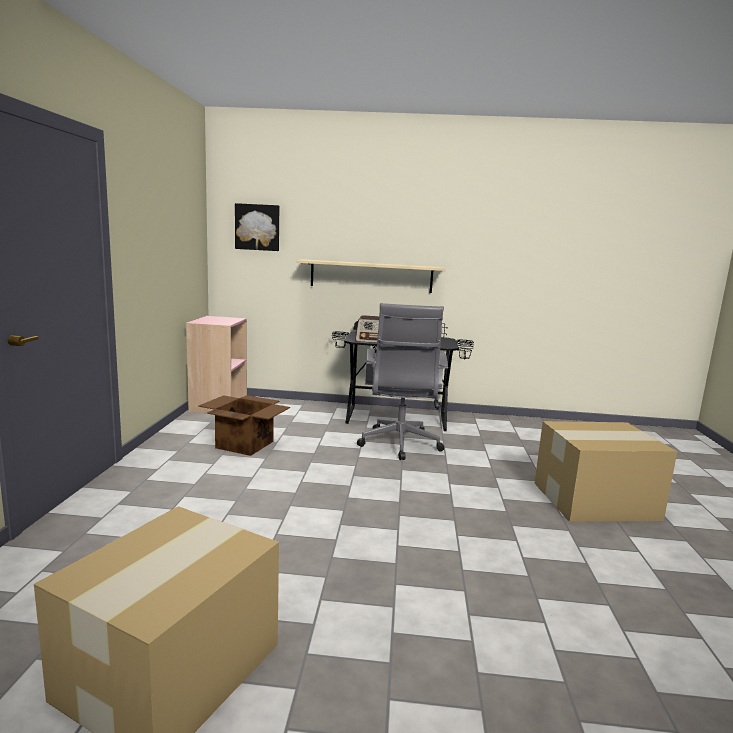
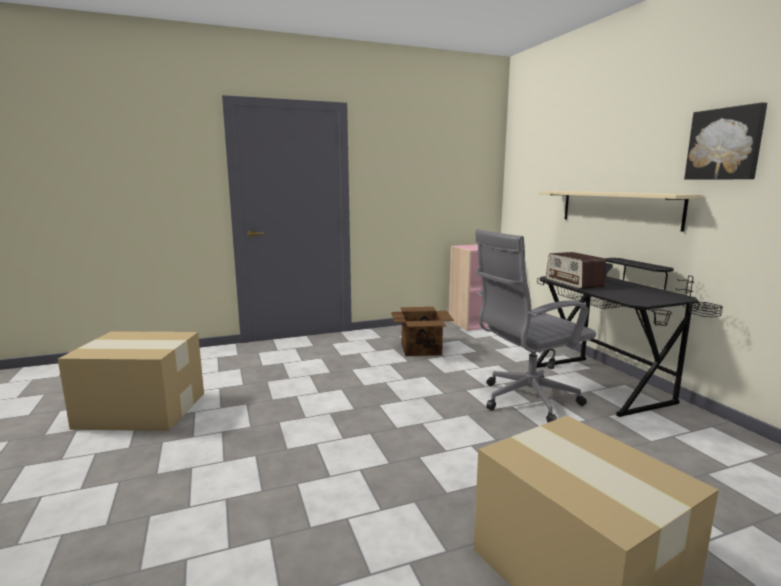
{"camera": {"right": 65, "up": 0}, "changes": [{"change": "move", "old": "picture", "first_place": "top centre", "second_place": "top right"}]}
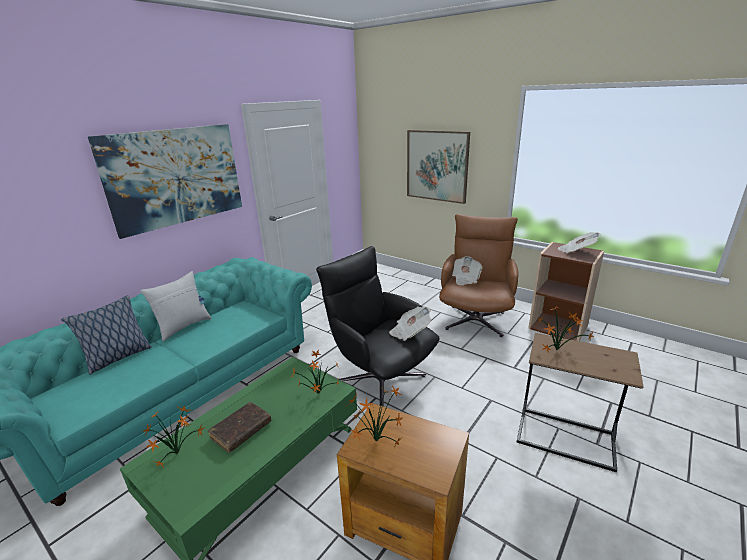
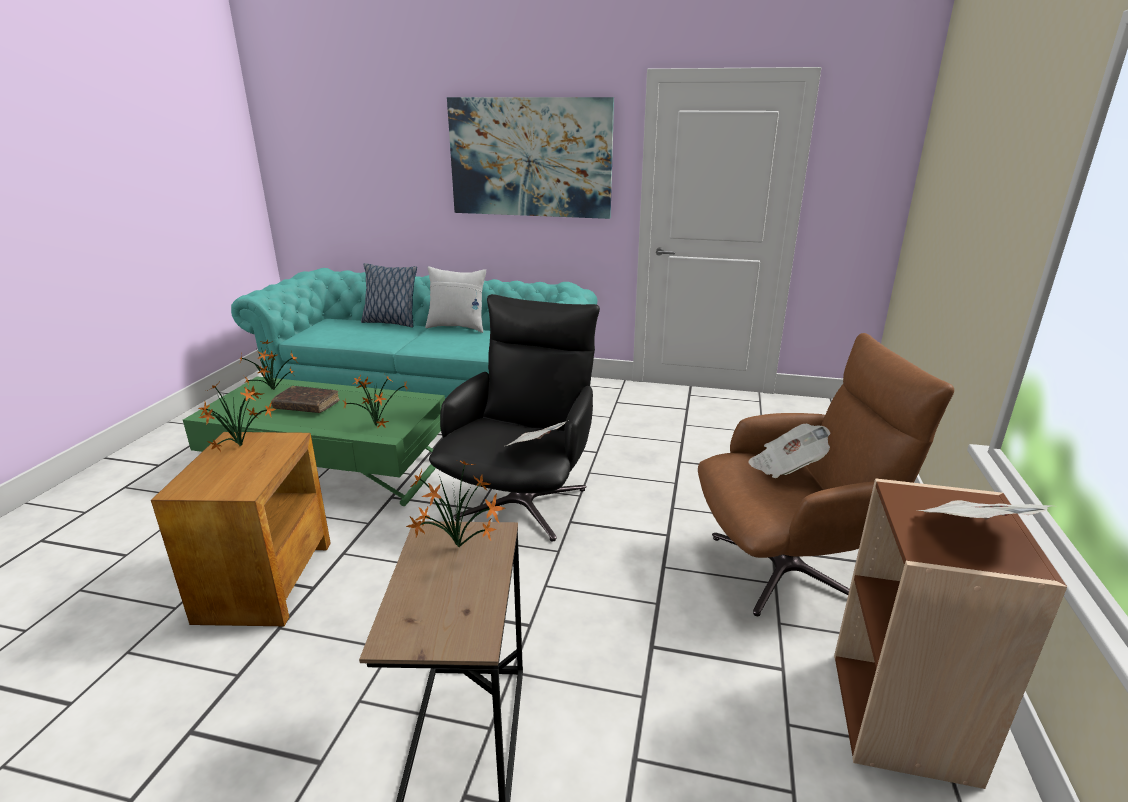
{"camera": {"right": 65, "up": 0}, "changes": [{"change": "delete", "old": "picture (2nd from left)", "first_place": "top centre"}]}
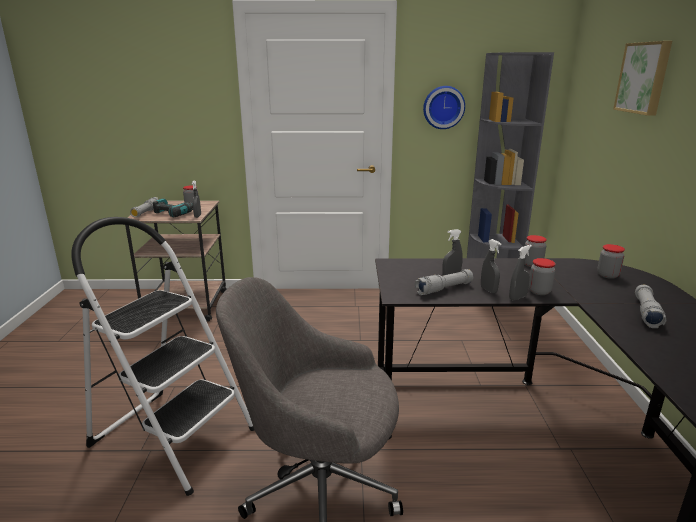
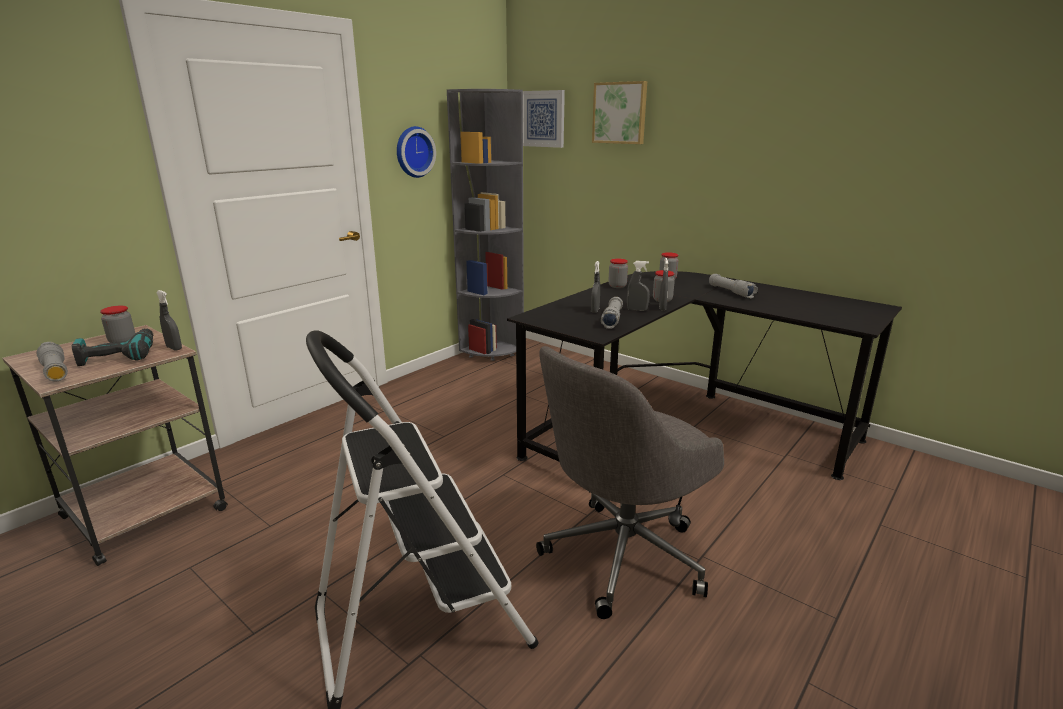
{"camera": {"right": -50, "up": 0}, "changes": [{"change": "insert", "new": "picture (1st from left)", "second_place": "top centre"}]}
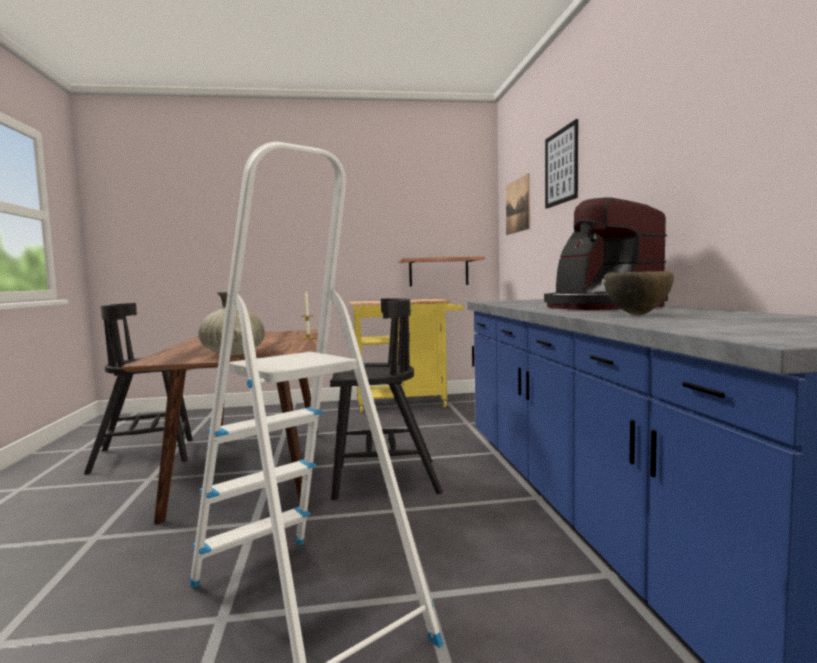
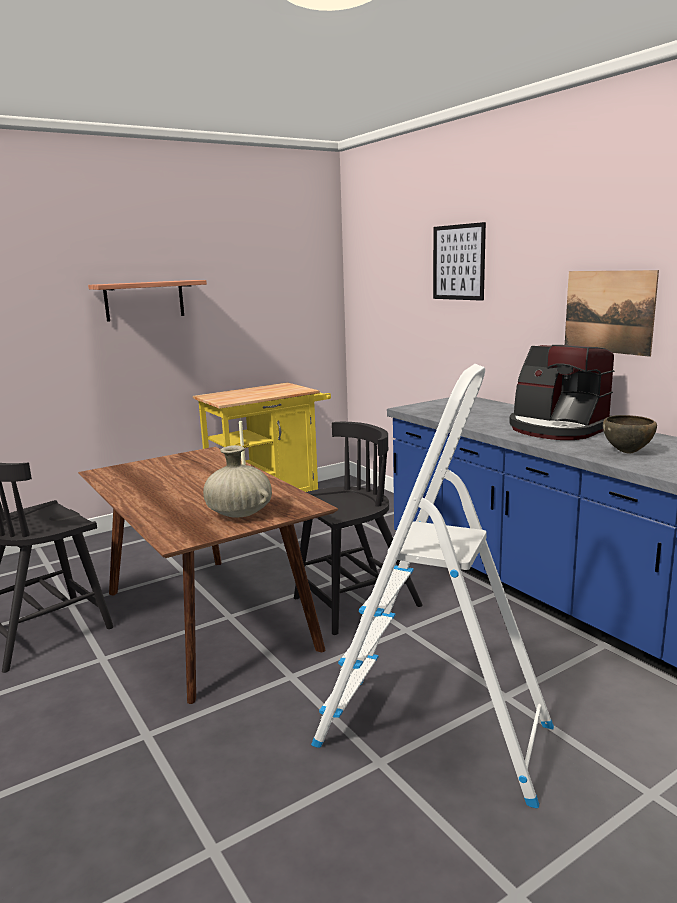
{"camera": {"right": -25, "up": 10}, "changes": [{"change": "move", "old": "bracket_shelf", "first_place": "centre", "second_place": "middle left"}, {"change": "move", "old": "picture (1st from left in the first image)", "new": "picture (2nd from left)", "first_place": "top centre", "second_place": "middle right"}]}
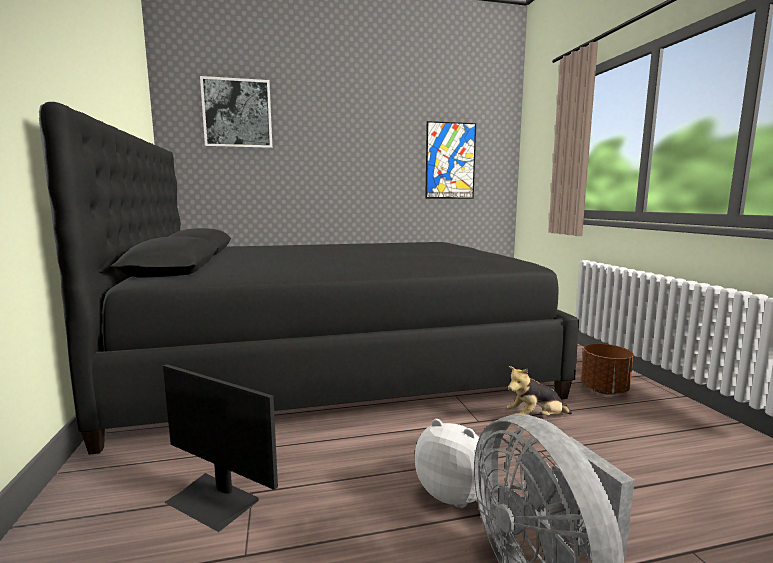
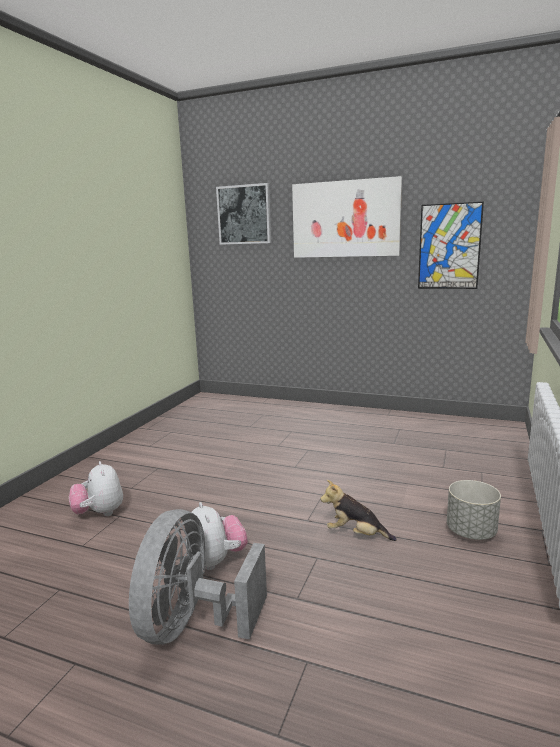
{"camera": {"right": 35, "up": 5}, "changes": [{"change": "delete", "old": "black-coloured_sleeping_bed", "first_place": "centre"}, {"change": "insert", "new": "picture (2nd from left)", "second_place": "top centre"}, {"change": "replace", "old": "monitor", "new": "cuddly_toy (1st from left)", "first_place": "bottom left", "second_place": "middle left"}, {"change": "recolor", "old": "brownish_planter", "new": "gray_planter", "first_place": "middle right", "second_place": "bottom right"}]}
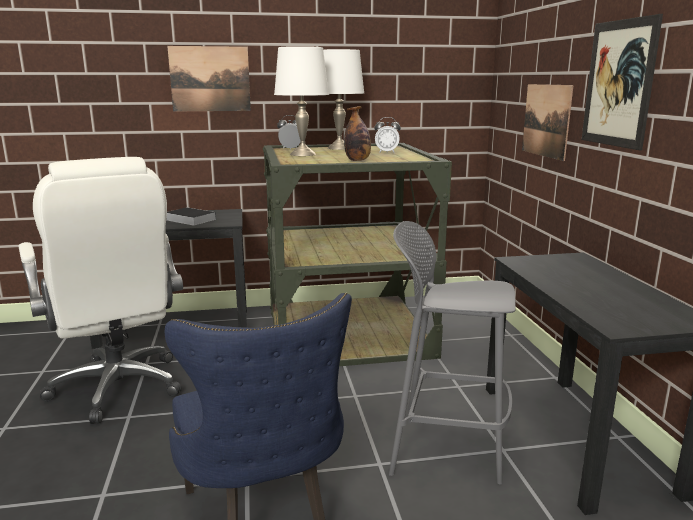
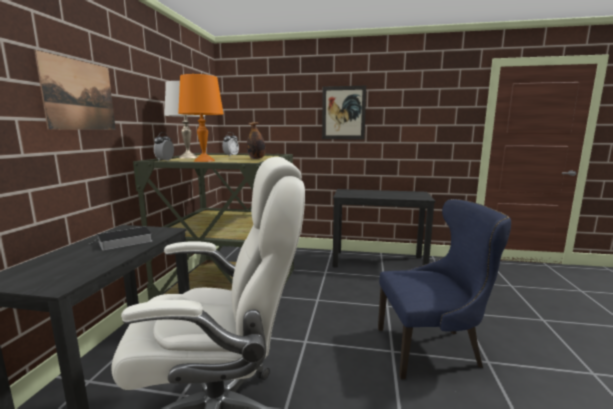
{"camera": {"right": -70, "up": -5}, "changes": [{"change": "delete", "old": "gray_stool", "first_place": "bottom centre"}, {"change": "delete", "old": "picture (2nd from left)", "first_place": "top right"}, {"change": "recolor", "old": "white-coloured_table_lamp (1st from left)", "new": "orange-coloured_table_lamp", "first_place": "top centre", "second_place": "top left"}]}
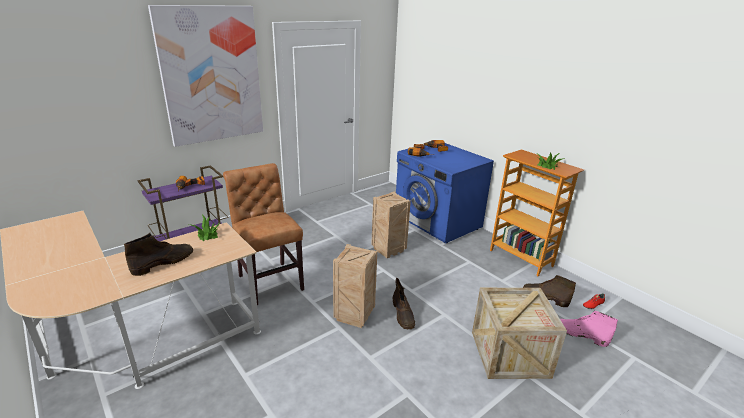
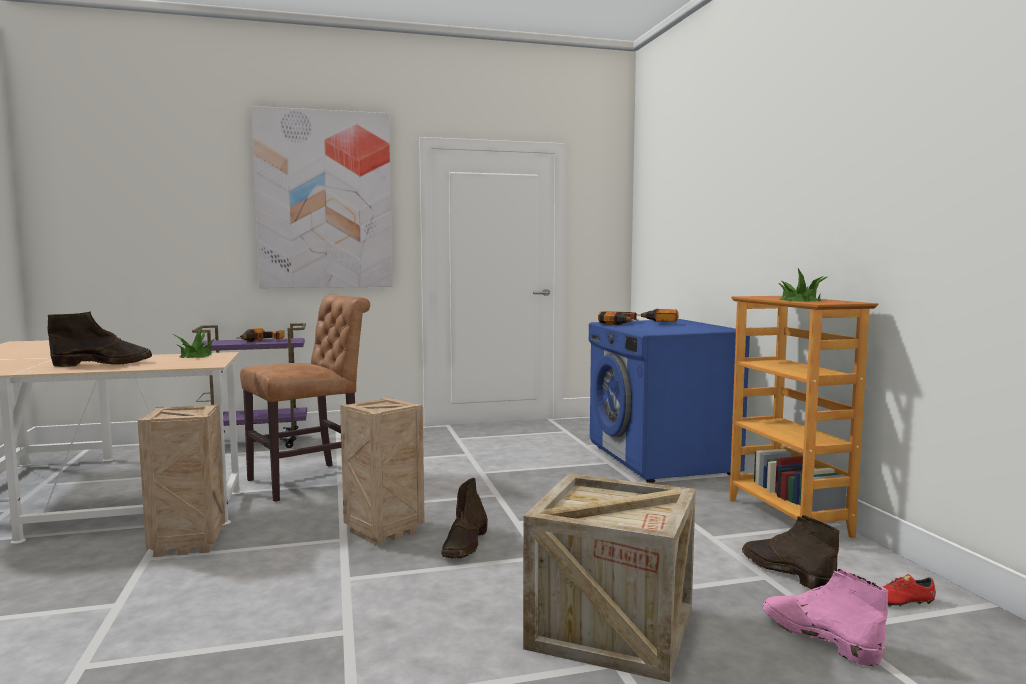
{"camera": {"right": 25, "up": -20}, "changes": [{"change": "move", "old": "crate (2nd from left in the first image)", "new": "crate (1st from left)", "first_place": "centre", "second_place": "bottom left"}, {"change": "rotate", "old": "brownish_upright_chair", "first_place": "centre", "second_place": "middle left", "degrees": 60}]}
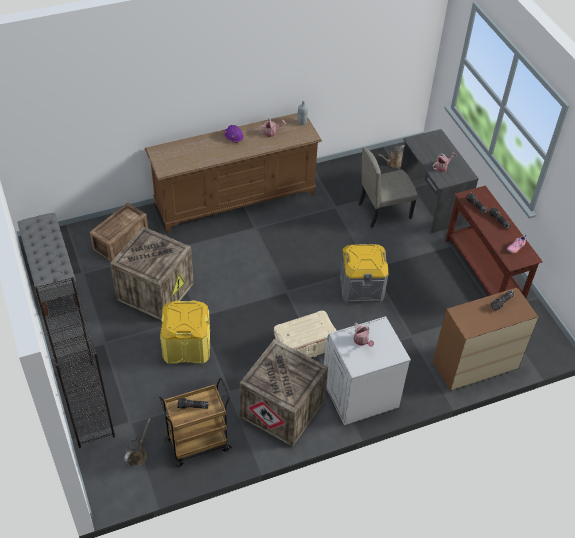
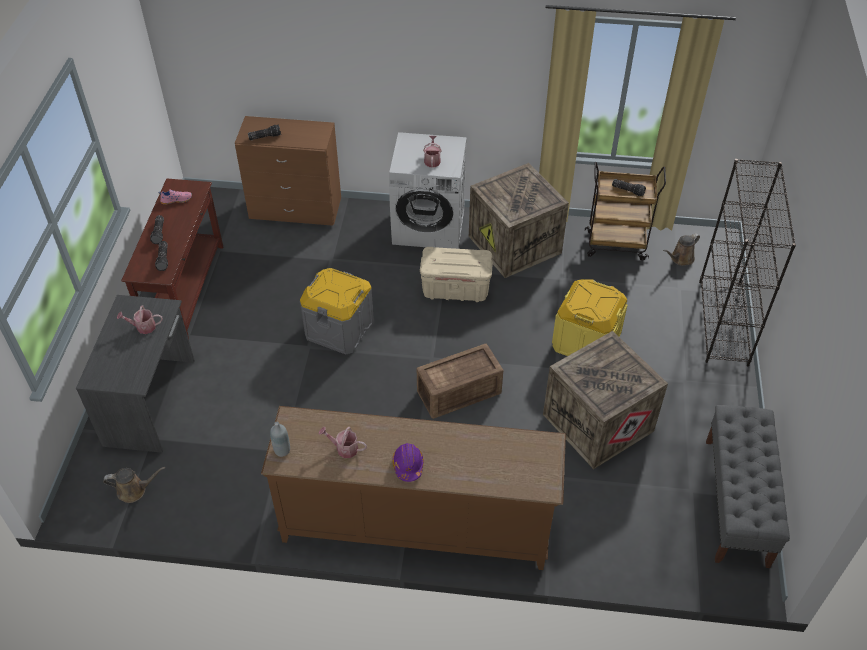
{"camera": {"right": -150, "up": 0}, "changes": [{"change": "delete", "old": "beige_upright_chair", "first_place": "middle right"}, {"change": "move", "old": "crate (1st from left)", "first_place": "middle left", "second_place": "centre"}]}
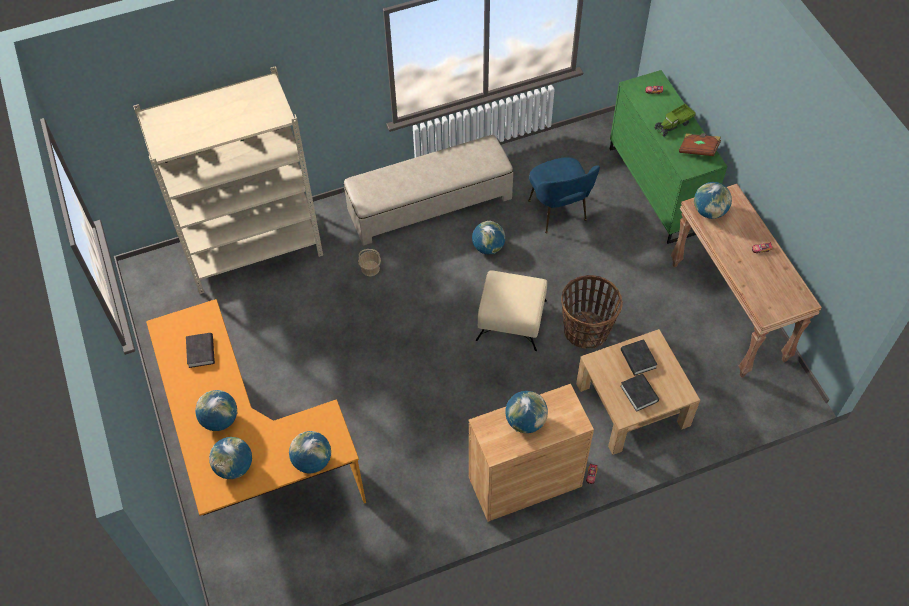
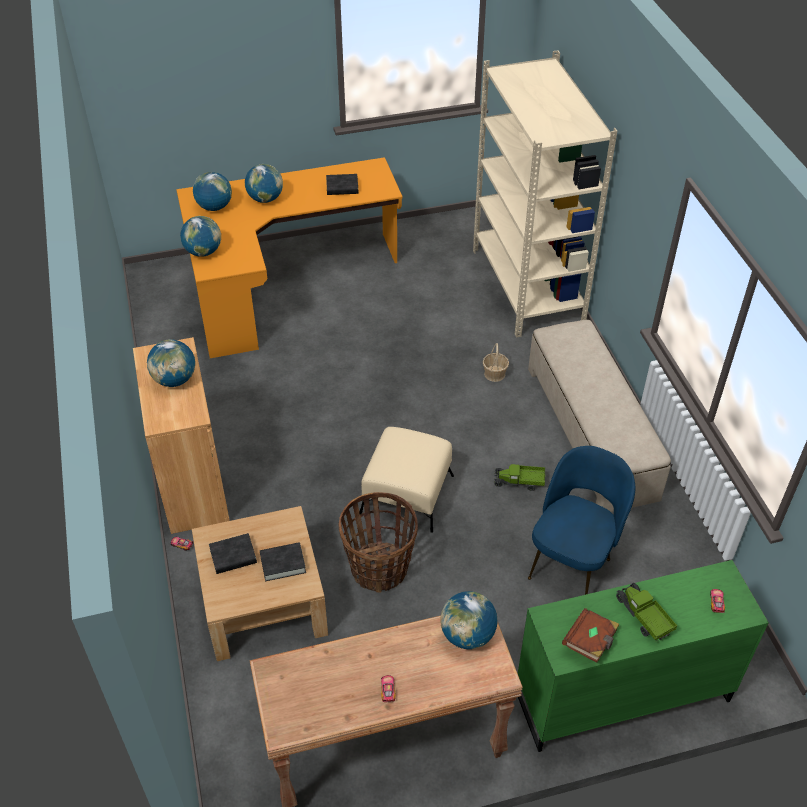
{"camera": {"right": 95, "up": -10}, "changes": [{"change": "replace", "old": "world_globe (4th from left)", "new": "toy_truck (1st from left)", "first_place": "centre", "second_place": "centre"}, {"change": "rotate", "old": "blue-coloured_upright_chair", "first_place": "top centre", "second_place": "middle right", "degrees": 135}]}
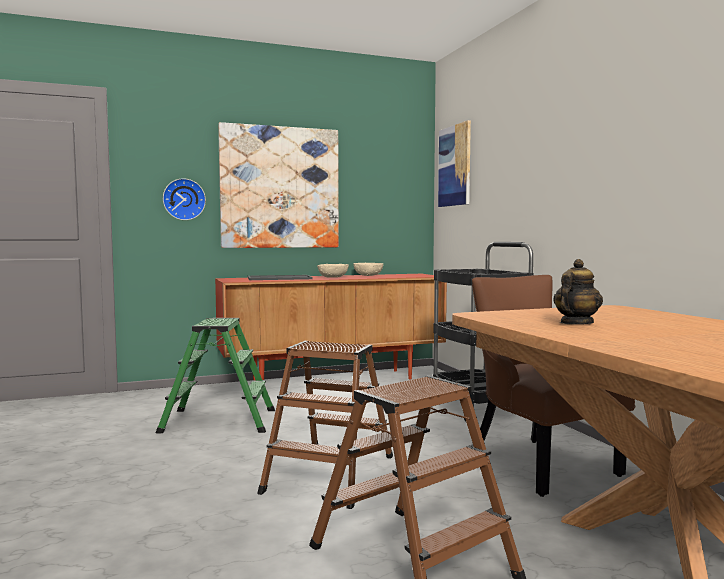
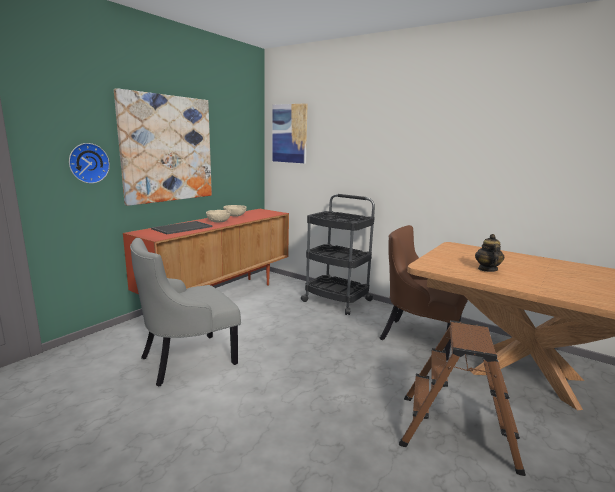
{"camera": {"right": -35, "up": 10}, "changes": [{"change": "delete", "old": "brownish_step_ladder (1st from left)", "first_place": "bottom centre"}, {"change": "replace", "old": "green-coloured_step_ladder", "new": "gray_upright_chair", "first_place": "middle left", "second_place": "middle left"}]}
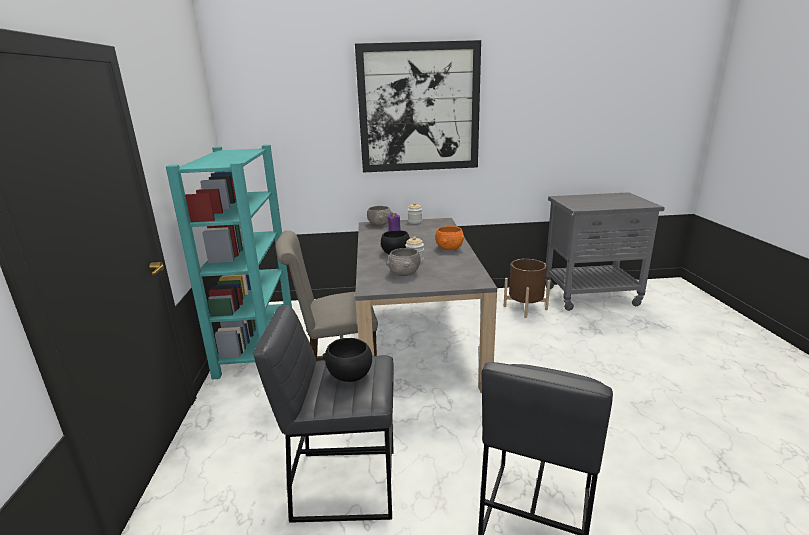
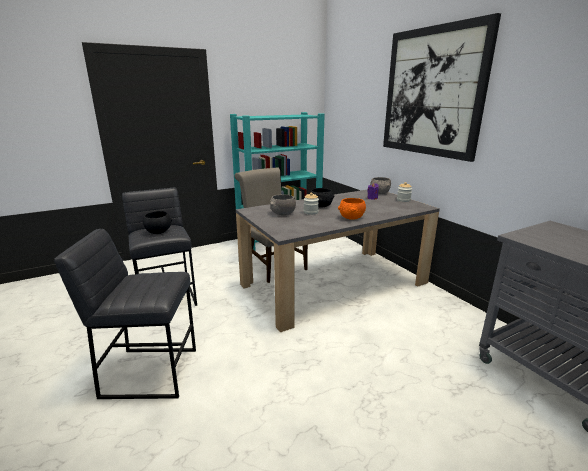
{"camera": {"right": 65, "up": 0}, "changes": [{"change": "delete", "old": "brownish_planter", "first_place": "centre"}]}
